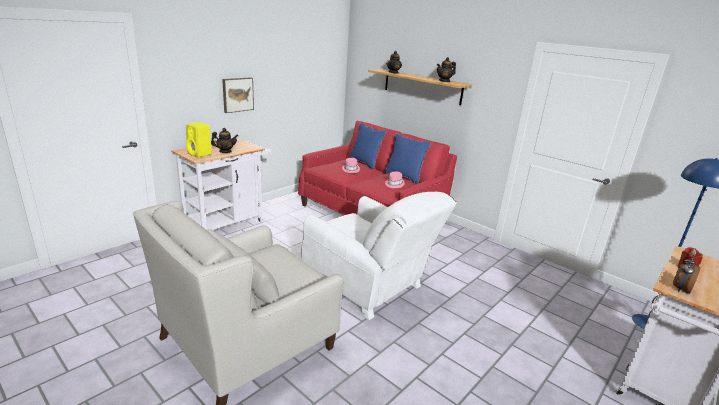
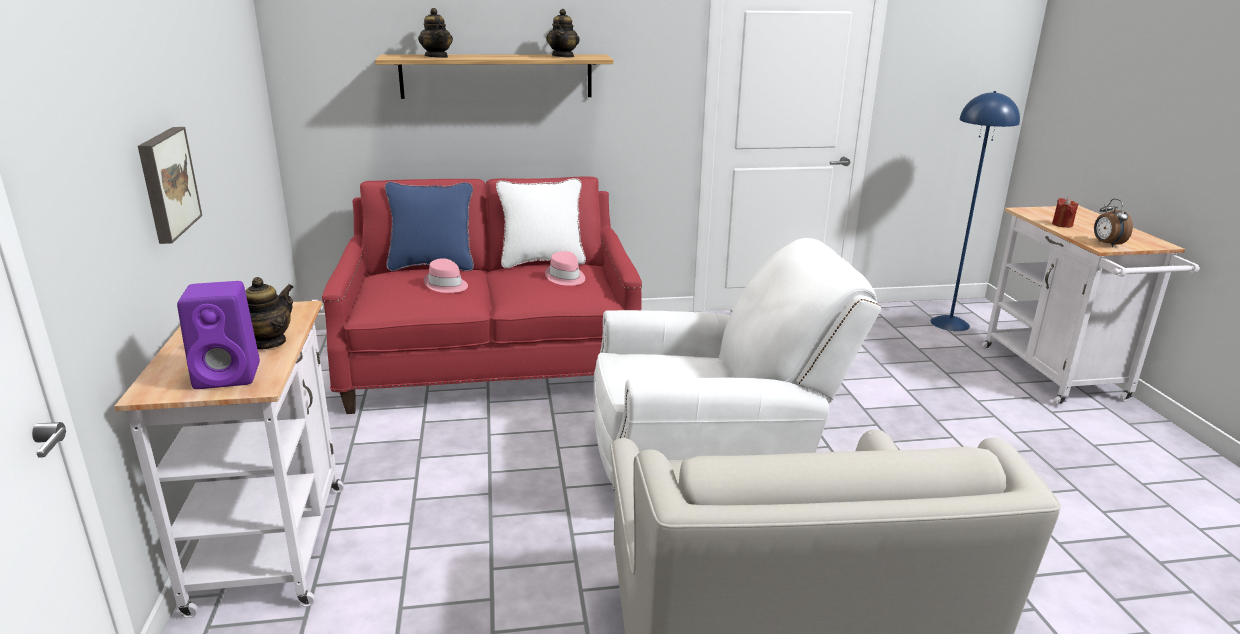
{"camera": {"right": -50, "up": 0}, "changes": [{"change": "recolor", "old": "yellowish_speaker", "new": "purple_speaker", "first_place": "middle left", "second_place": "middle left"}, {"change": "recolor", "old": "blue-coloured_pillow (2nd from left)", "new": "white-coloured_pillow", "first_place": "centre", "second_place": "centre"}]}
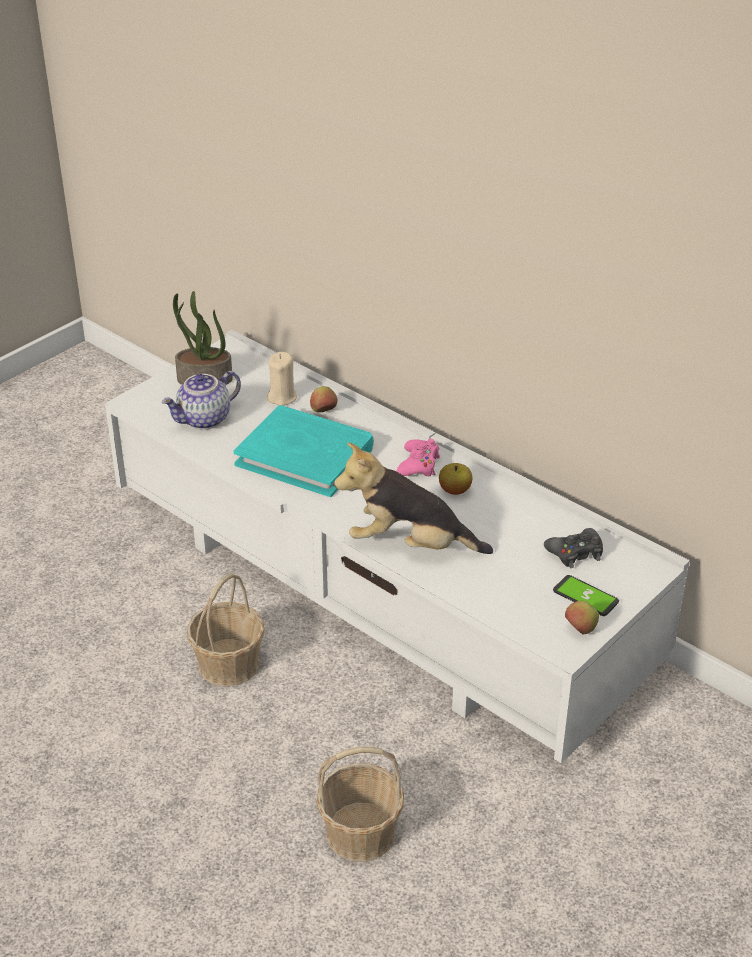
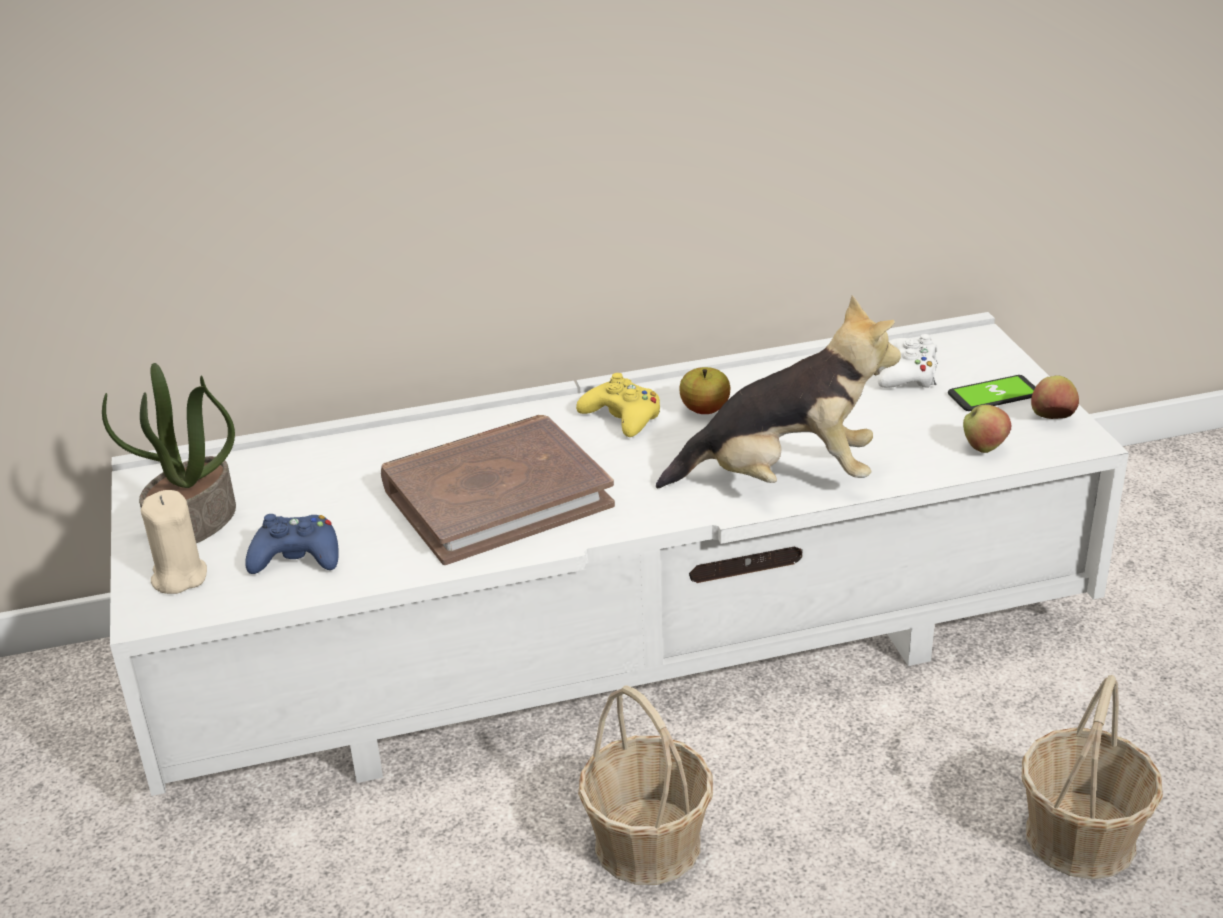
{"camera": {"right": -55, "up": -5}, "changes": [{"change": "move", "old": "beige_wax_candle", "first_place": "centre", "second_place": "middle left"}, {"change": "move", "old": "apple (1st from left in the first image)", "new": "apple (2nd from left)", "first_place": "centre", "second_place": "middle right"}, {"change": "replace", "old": "teapot", "new": "blue-coloured_game_controller", "first_place": "middle left", "second_place": "middle left"}, {"change": "recolor", "old": "turquoise_bound_book", "new": "brownish_bound_book", "first_place": "centre", "second_place": "centre"}, {"change": "recolor", "old": "pinkish_game_controller", "new": "yellowish_game_controller", "first_place": "centre", "second_place": "centre"}, {"change": "recolor", "old": "black-coloured_game_controller", "new": "white-coloured_game_controller", "first_place": "middle right", "second_place": "middle right"}, {"change": "rotate", "old": "cuddly_toy", "first_place": "centre", "second_place": "centre", "degrees": -135}]}
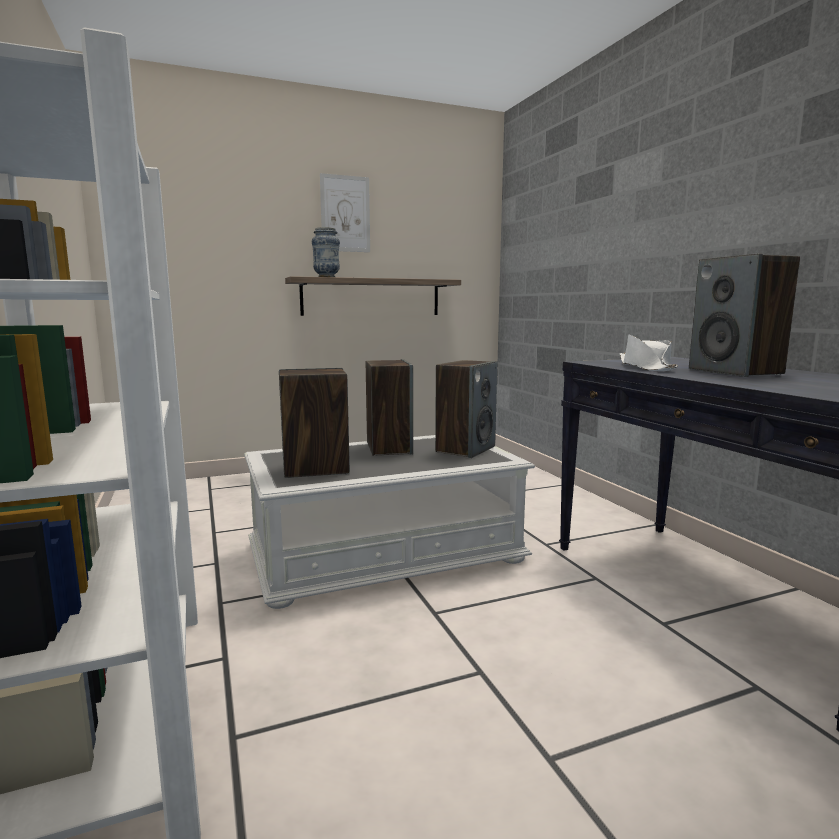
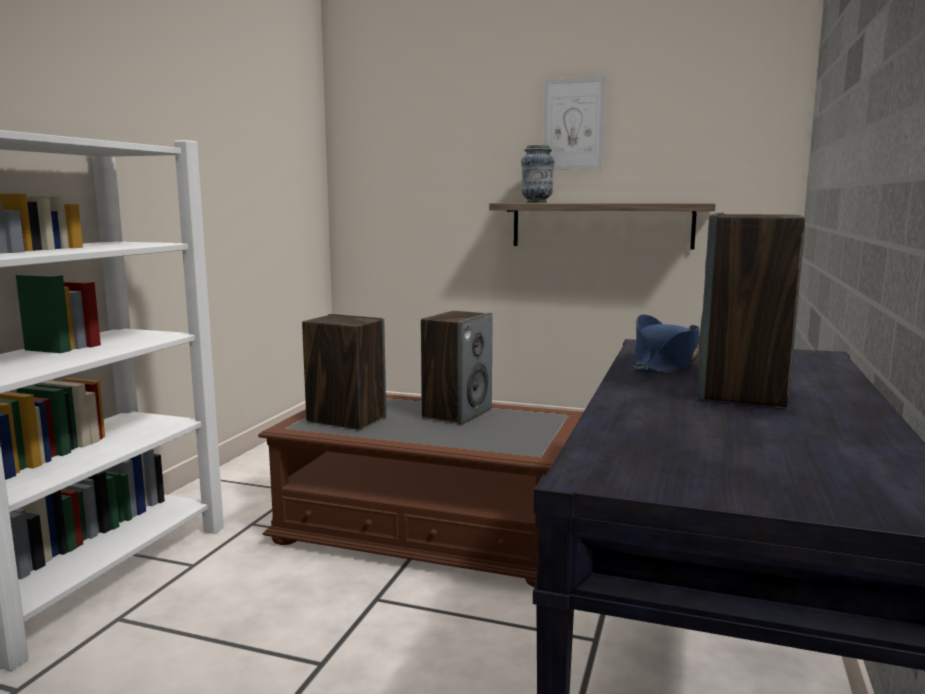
{"camera": {"right": 40, "up": 0}, "changes": [{"change": "delete", "old": "speaker (3rd from left)", "first_place": "centre"}, {"change": "recolor", "old": "white-coloured_lounge_table", "new": "brownish_lounge_table", "first_place": "centre", "second_place": "bottom centre"}, {"change": "recolor", "old": "white-coloured_wearable_hat", "new": "blue-coloured_wearable_hat", "first_place": "middle right", "second_place": "middle right"}]}
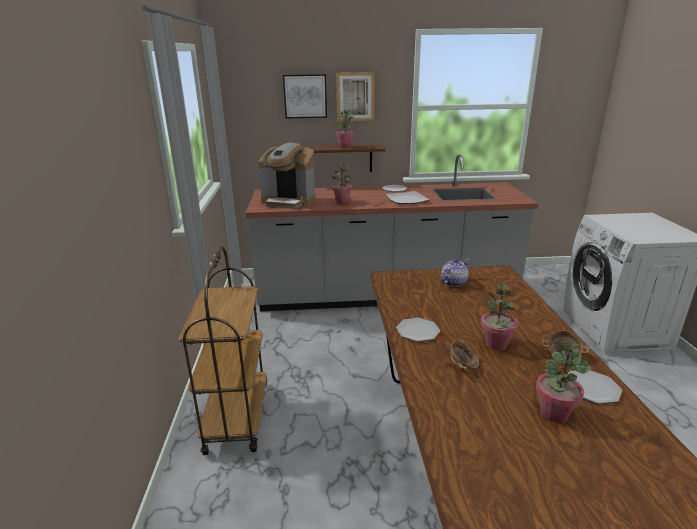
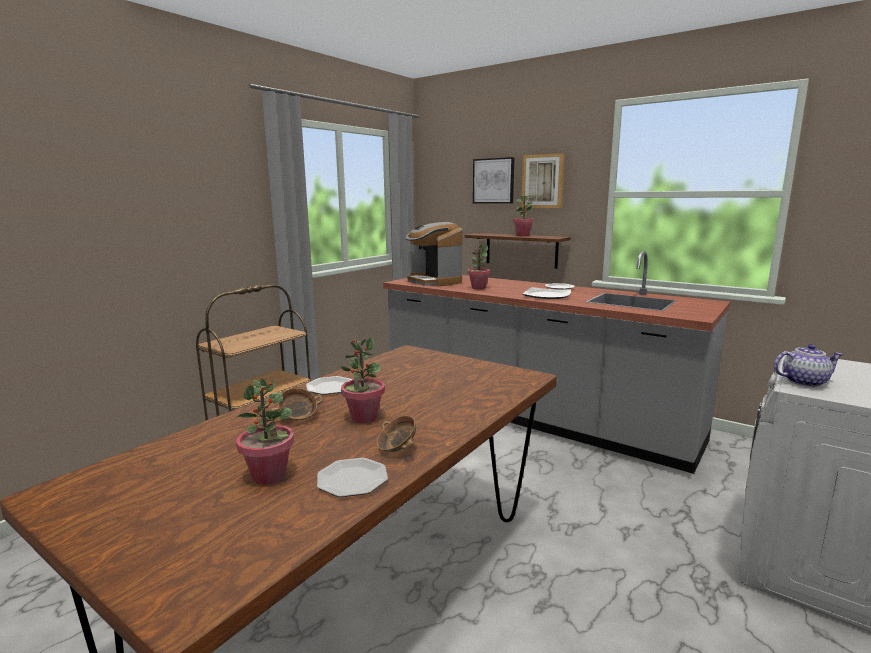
{"camera": {"right": 40, "up": -10}, "changes": [{"change": "move", "old": "teapot", "first_place": "centre", "second_place": "middle right"}]}
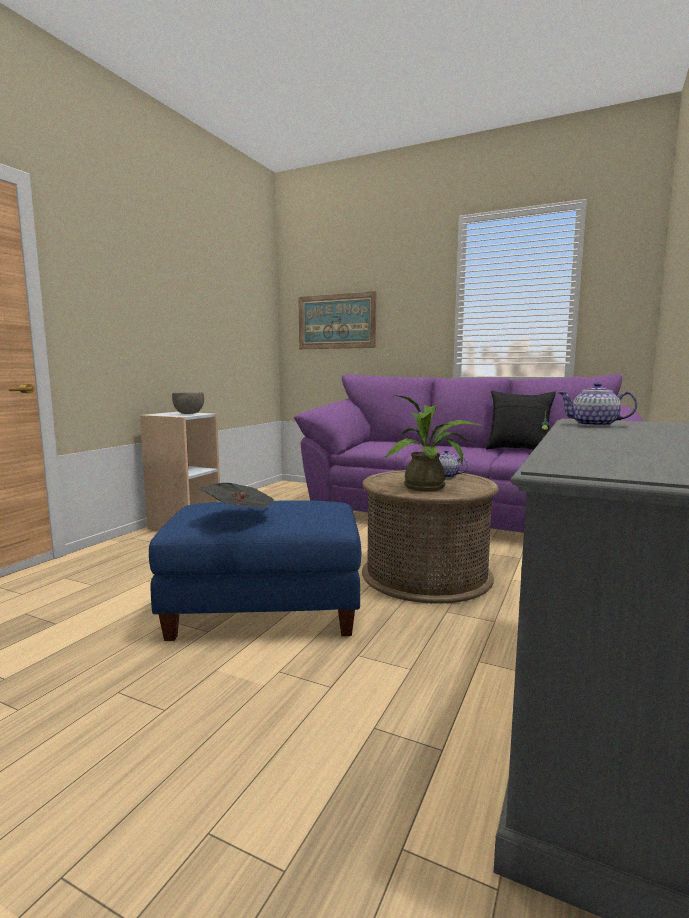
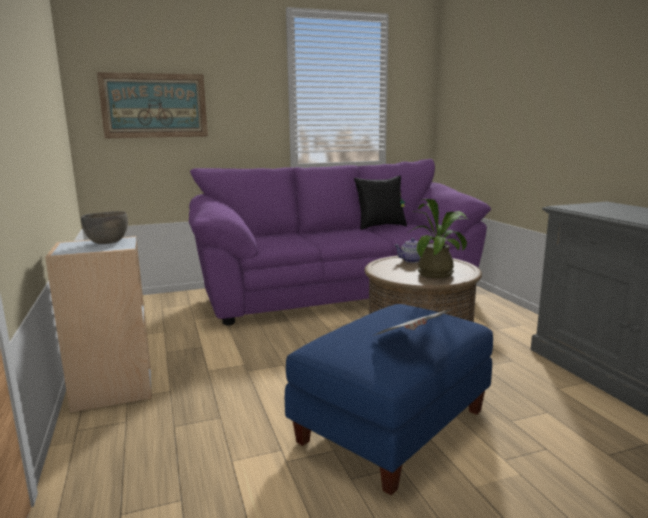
{"camera": {"right": -45, "up": 5}, "changes": [{"change": "delete", "old": "teapot (2nd from left)", "first_place": "middle right"}]}
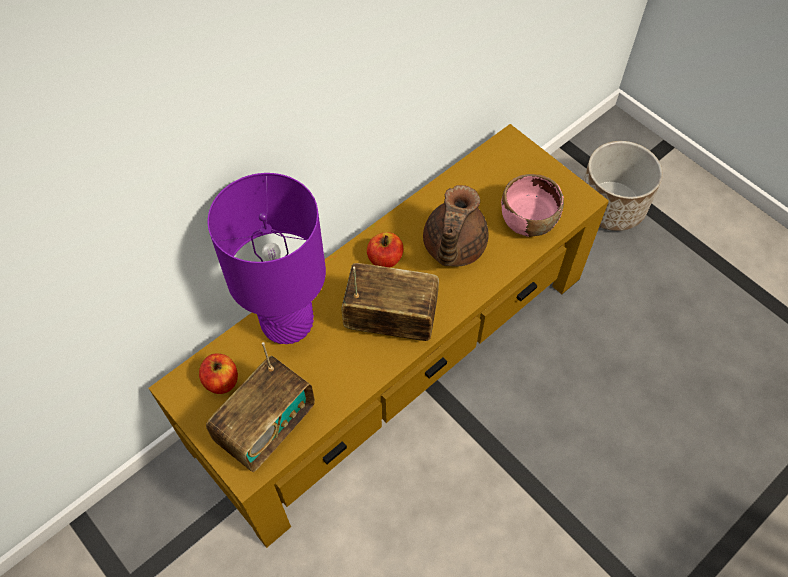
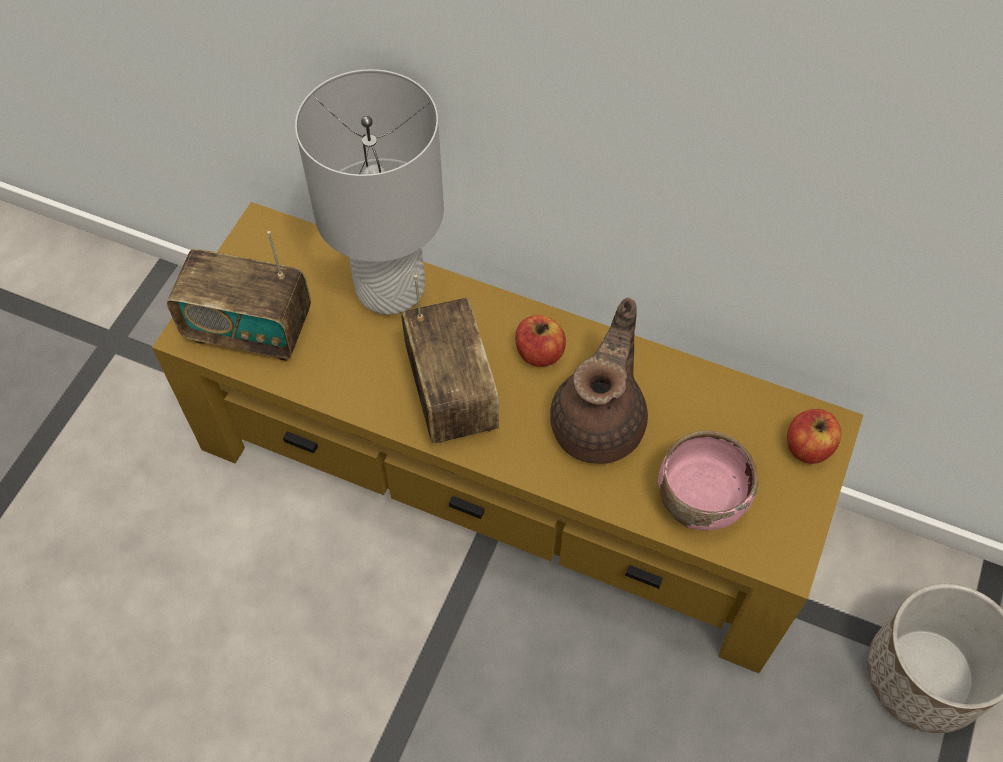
{"camera": {"right": 65, "up": 0}, "changes": [{"change": "move", "old": "apple (1st from left in the first image)", "new": "apple (2nd from left)", "first_place": "middle left", "second_place": "middle right"}, {"change": "recolor", "old": "purple_table_lamp", "new": "gray_table_lamp", "first_place": "centre", "second_place": "top centre"}, {"change": "rotate", "old": "brownish_teapot", "first_place": "centre", "second_place": "centre", "degrees": 120}]}
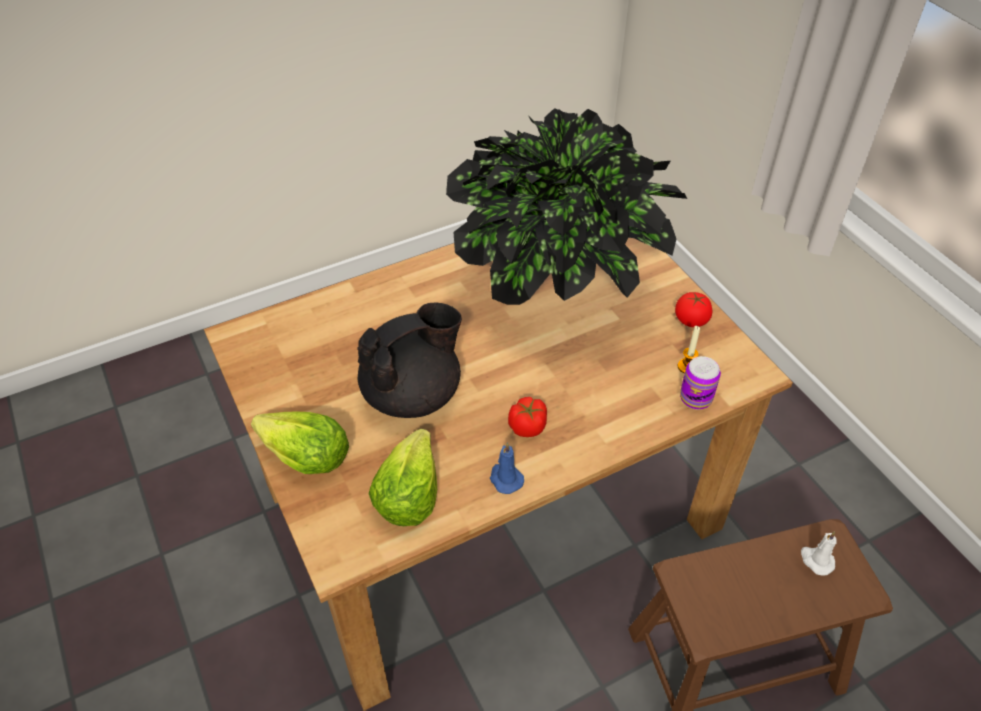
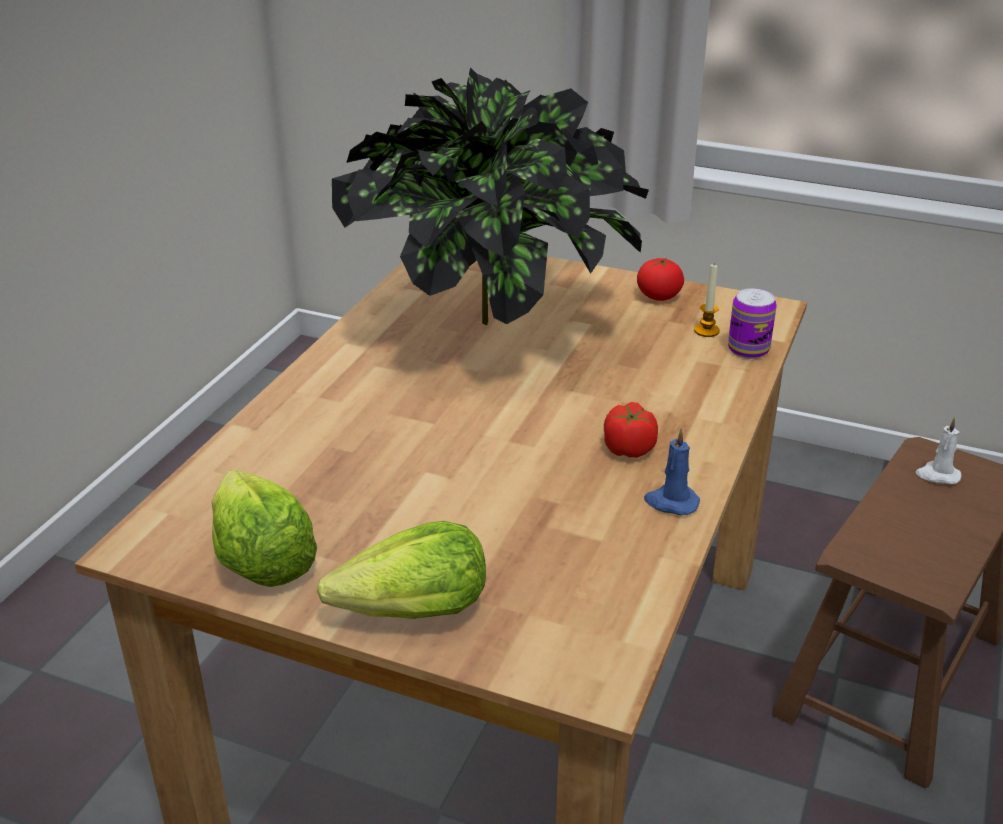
{"camera": {"right": -40, "up": -15}, "changes": [{"change": "delete", "old": "black-coloured_teapot", "first_place": "centre"}, {"change": "move", "old": "lettuce_head (2nd from left in the first image)", "new": "lettuce_head (1st from left)", "first_place": "bottom centre", "second_place": "middle left"}]}
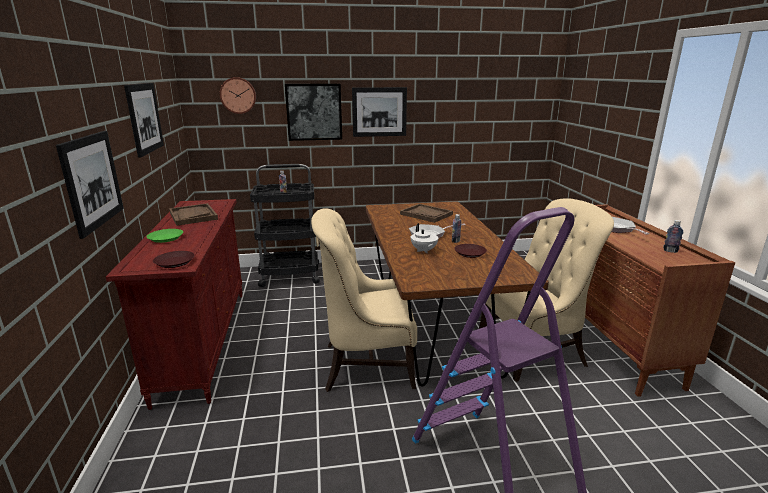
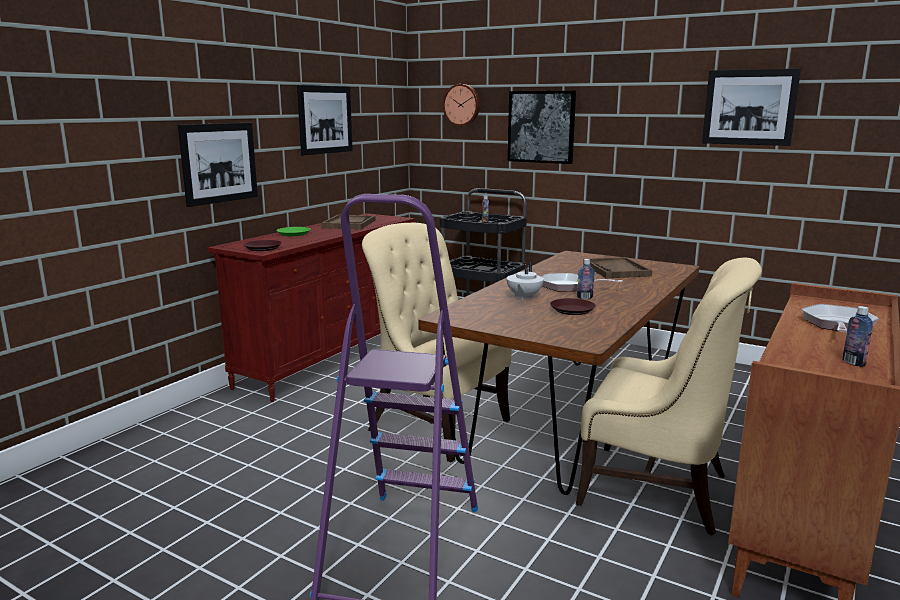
{"camera": {"right": 40, "up": -5}, "changes": [{"change": "move", "old": "picture (4th from left)", "first_place": "top centre", "second_place": "top right"}]}
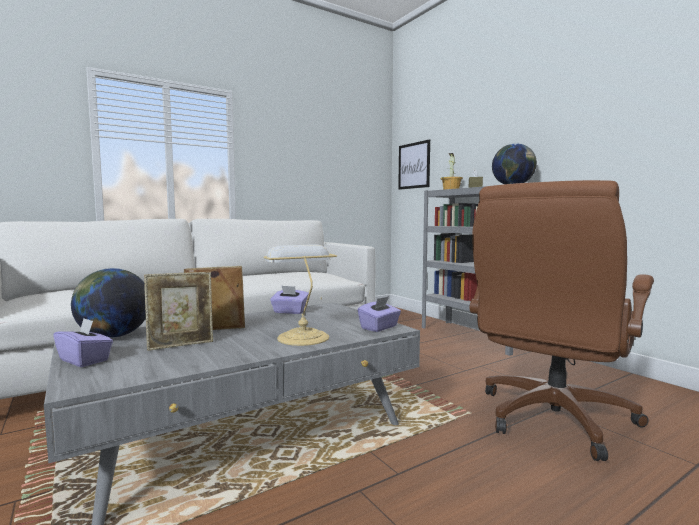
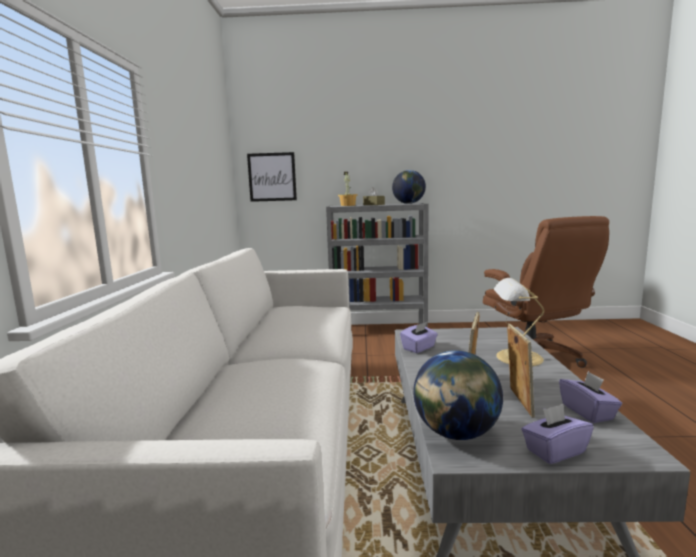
{"camera": {"right": -55, "up": 5}, "changes": [{"change": "move", "old": "purple_tissue_box (3rd from left)", "first_place": "centre", "second_place": "bottom right"}]}
